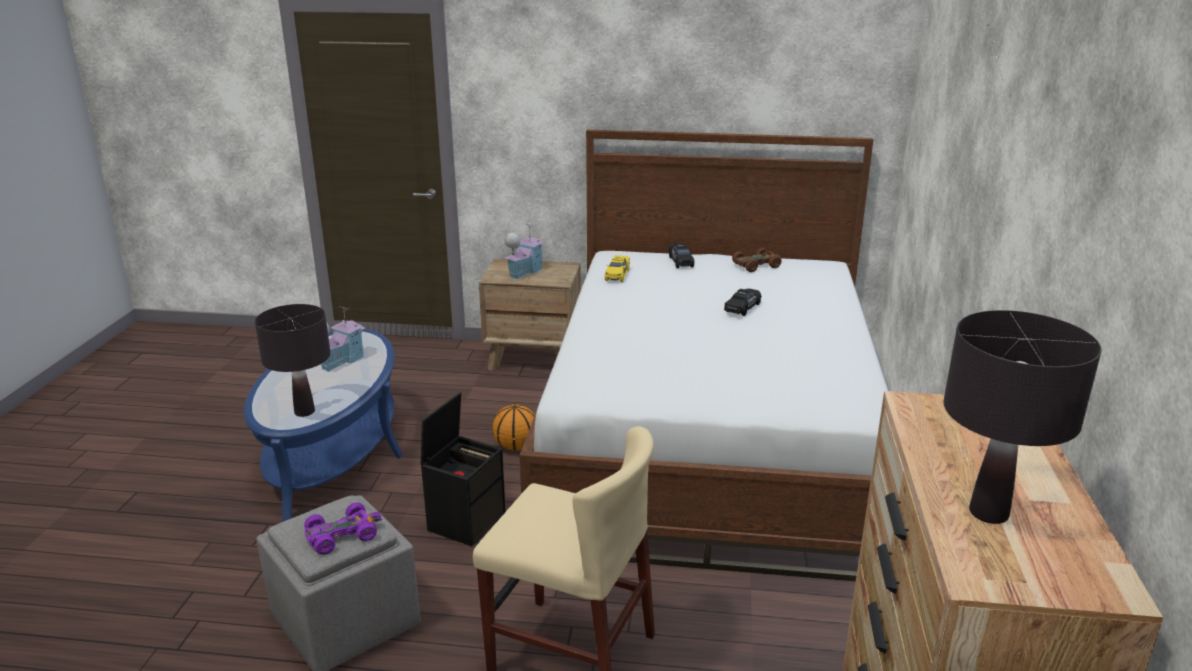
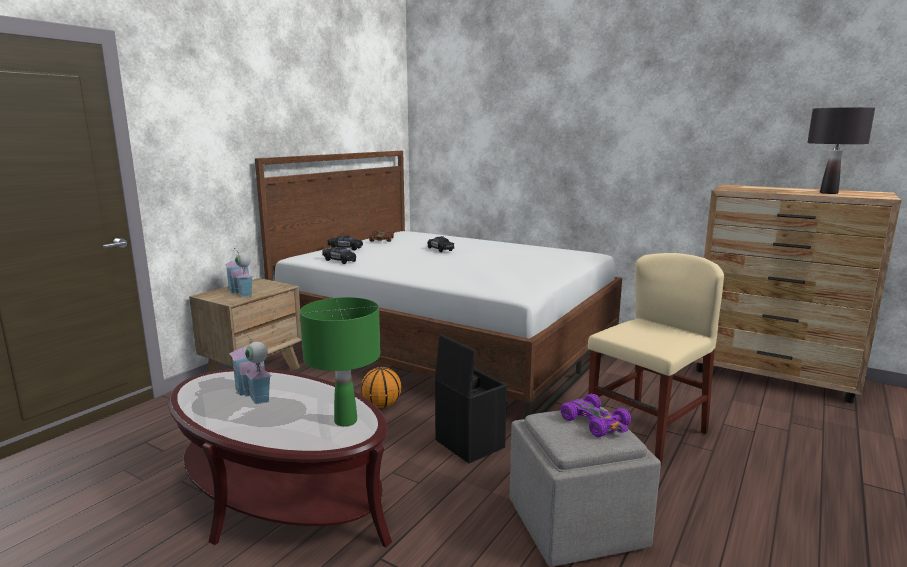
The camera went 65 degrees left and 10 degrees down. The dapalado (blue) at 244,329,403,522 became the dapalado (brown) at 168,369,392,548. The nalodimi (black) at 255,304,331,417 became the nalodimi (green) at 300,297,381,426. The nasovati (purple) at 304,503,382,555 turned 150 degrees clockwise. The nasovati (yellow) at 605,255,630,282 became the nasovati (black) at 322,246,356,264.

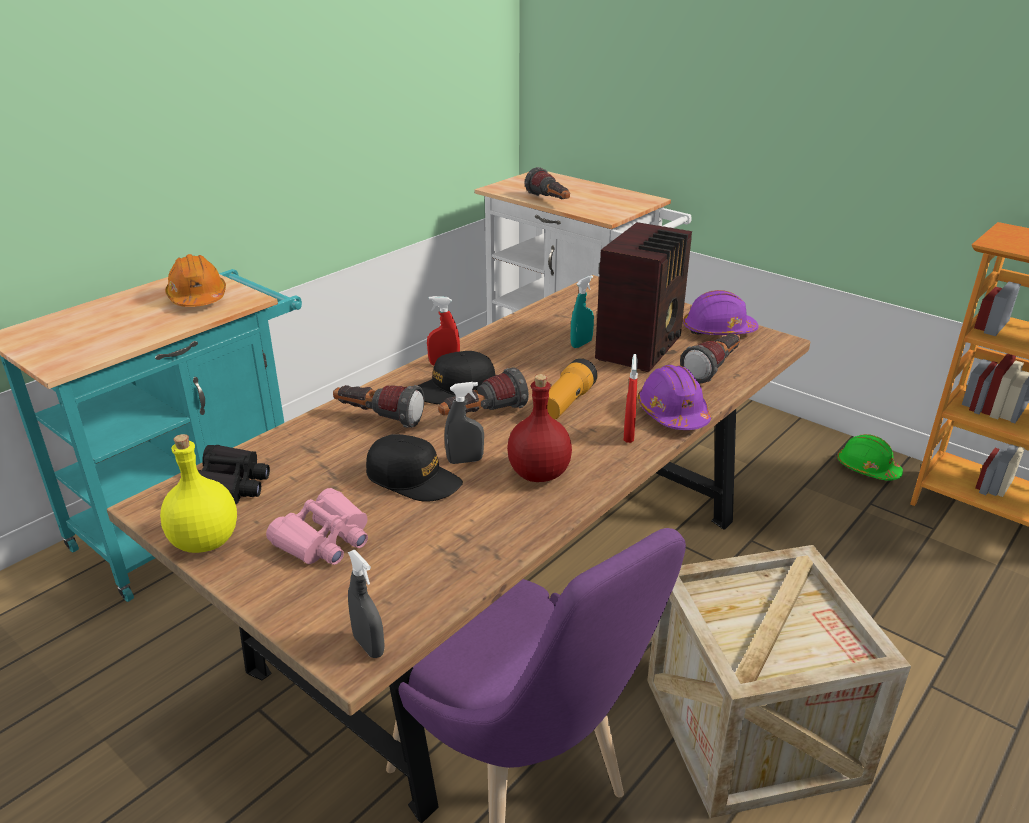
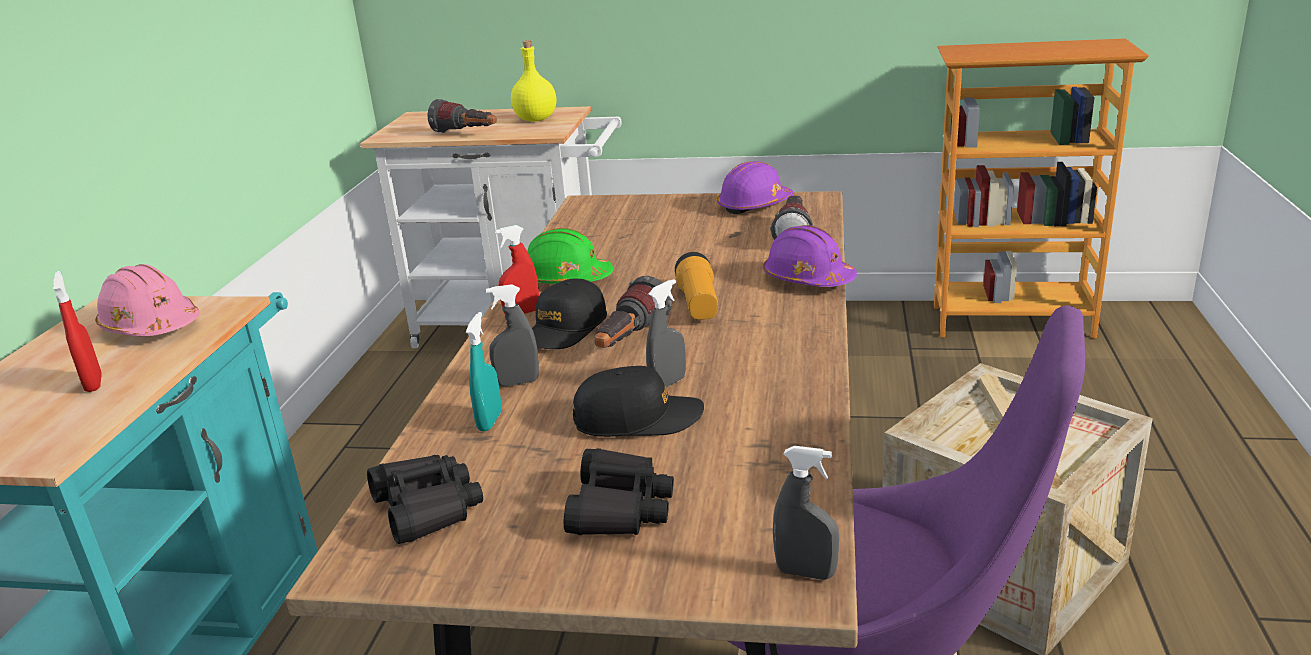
The camera went 30 degrees left and 5 degrees down. The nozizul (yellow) moved from 160,434,237,553 to 511,40,556,121. The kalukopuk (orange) at 165,254,226,307 became the kalukopuk (pink) at 95,264,200,336. The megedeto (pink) at 266,488,368,565 became the megedeto (black) at 564,448,674,535. The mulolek at 333,385,424,428 was replaced by the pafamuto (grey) at 486,284,539,386. The nozizul (red) at 507,374,572,482 disappeared. The pafamuto (turquoise) moved from 571,275,594,348 to 466,312,502,431. The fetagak at 595,222,692,372 disappeared. The pafamuto (red) moved from 624,354,638,443 to 53,271,102,392. The kalukopuk (green) moved from 837,434,903,481 to 527,228,613,284.

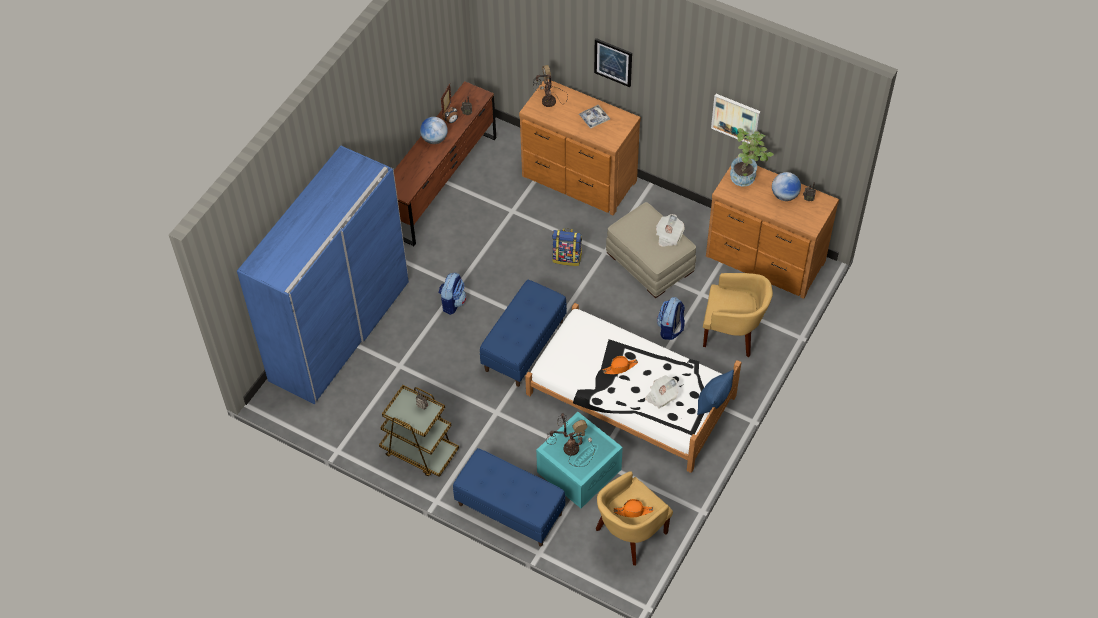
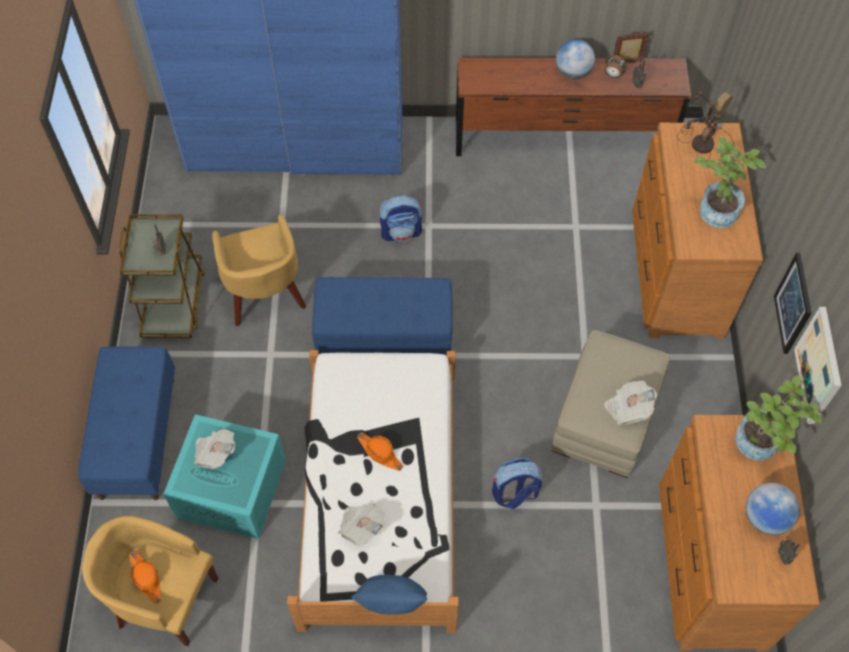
The camera went 60 degrees right and 5 degrees up. The nalodimi at 546,413,594,467 was replaced by the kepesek at 194,428,235,469. The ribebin at 552,228,582,266 disappeared. The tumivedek at 579,104,610,129 was replaced by the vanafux at 694,137,766,228. The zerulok moved from 594,38,632,87 to 774,253,812,354. The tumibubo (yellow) moved from 703,273,773,358 to 212,215,306,326.

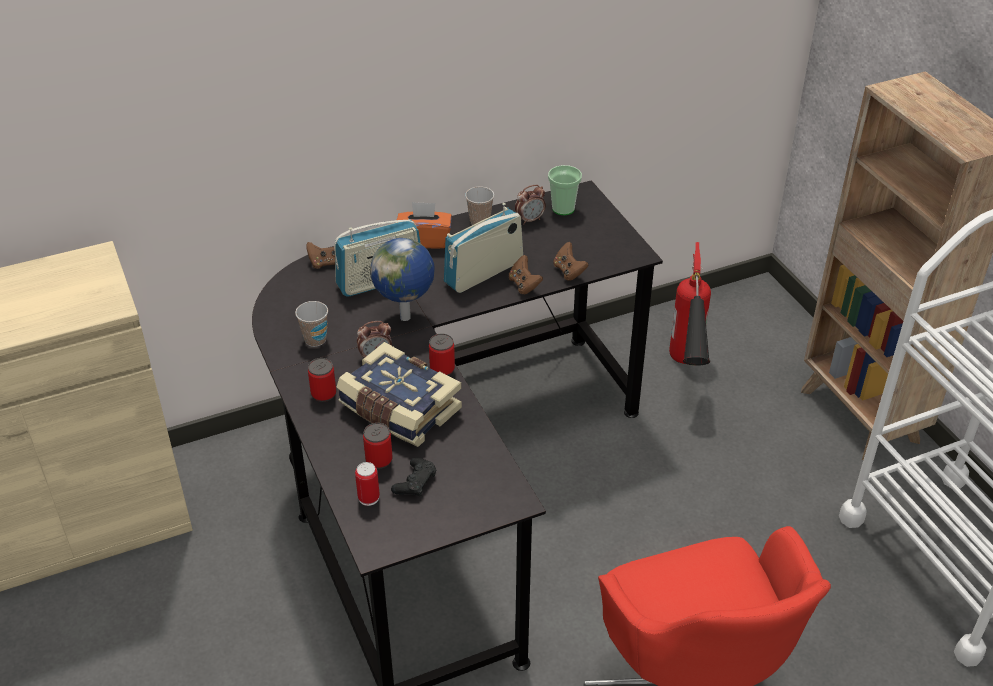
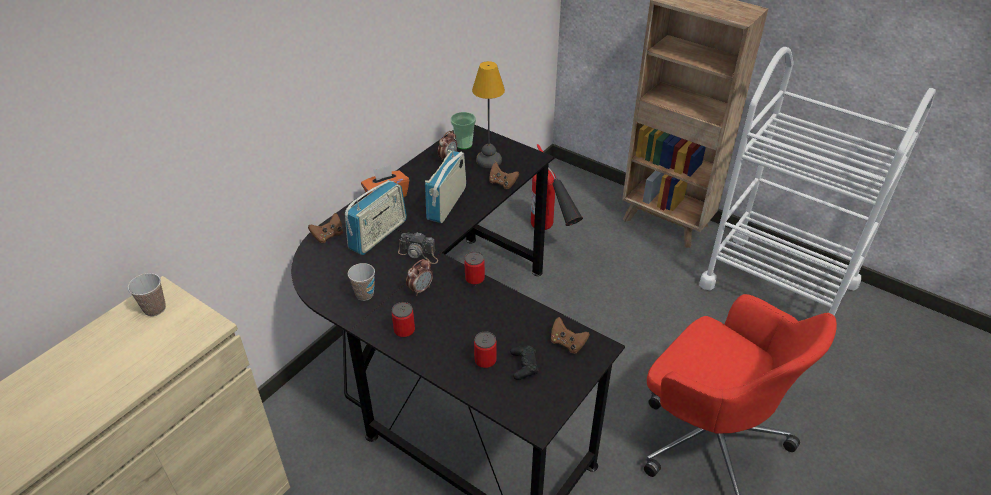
The camera went 30 degrees left and 0 degrees up. The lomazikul at 337,342,462,447 disappeared. The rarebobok at 355,462,380,506 disappeared. The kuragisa at 370,238,435,321 was replaced by the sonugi at 398,233,438,264. The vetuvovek moved from 465,187,494,225 to 128,273,166,316. The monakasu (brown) moved from 509,255,543,294 to 551,317,590,354. The nalodimi at 472,61,505,168 appeared.

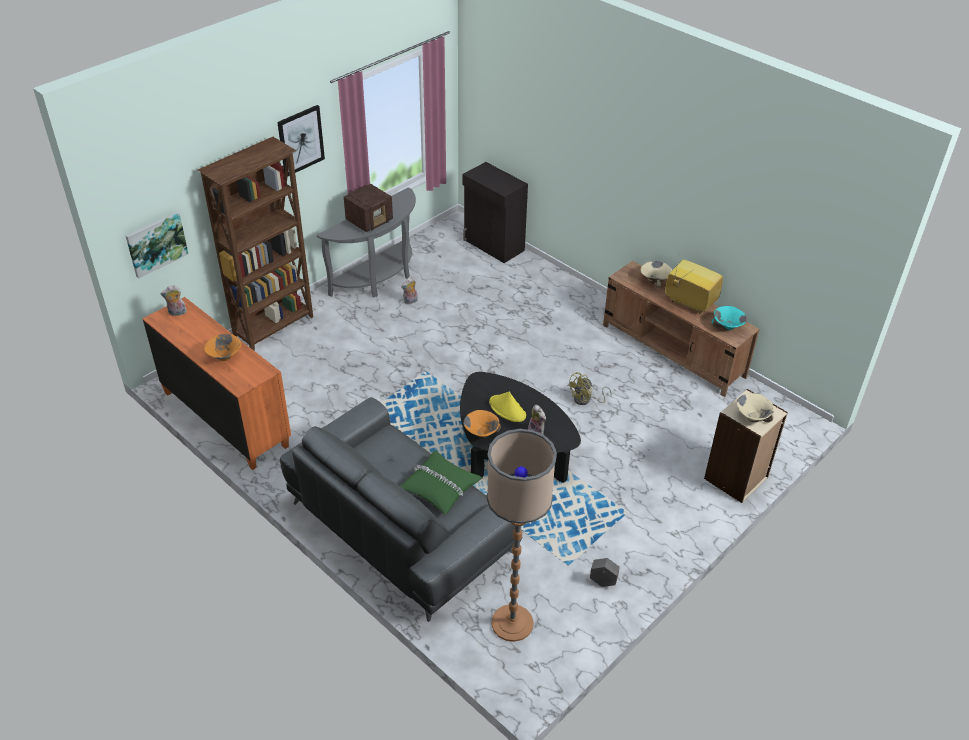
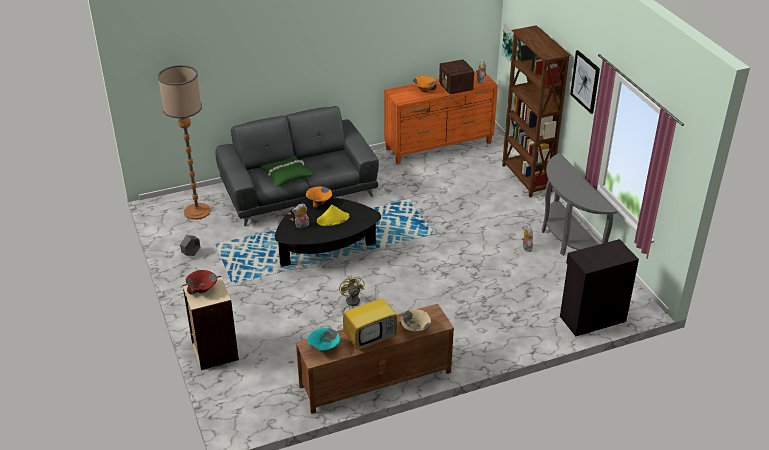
The camera went 115 degrees right and 5 degrees down. The fetagak moved from 344,184,393,232 to 439,59,474,94. The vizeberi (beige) at 737,393,774,423 became the vizeberi (red) at 186,270,217,294.

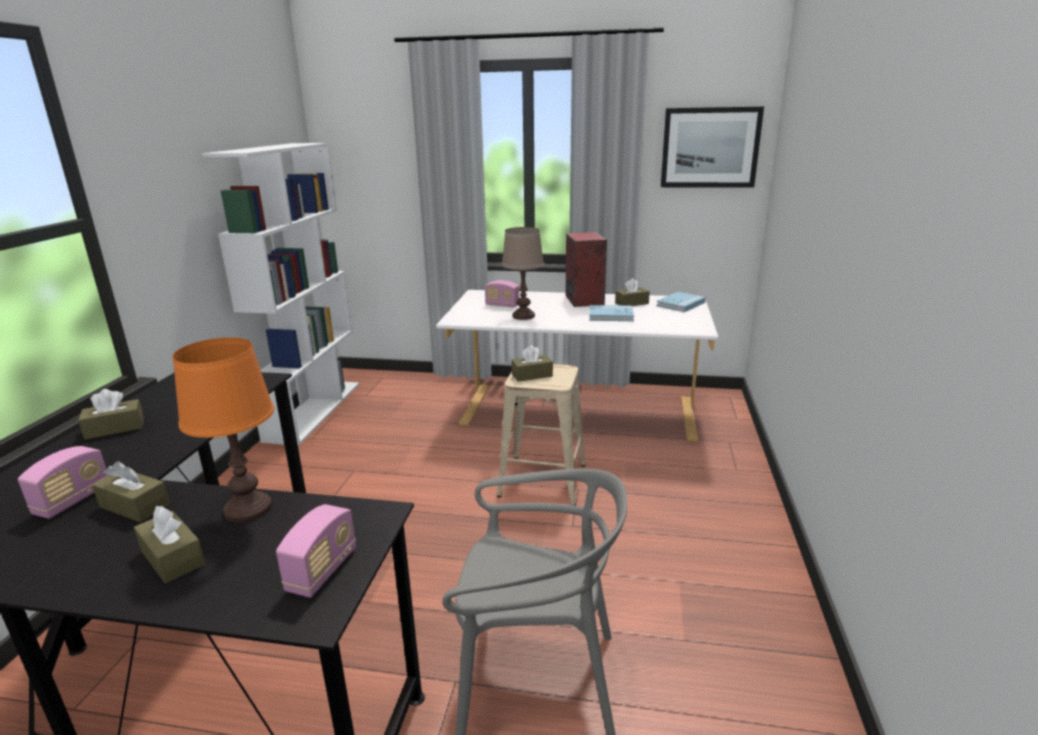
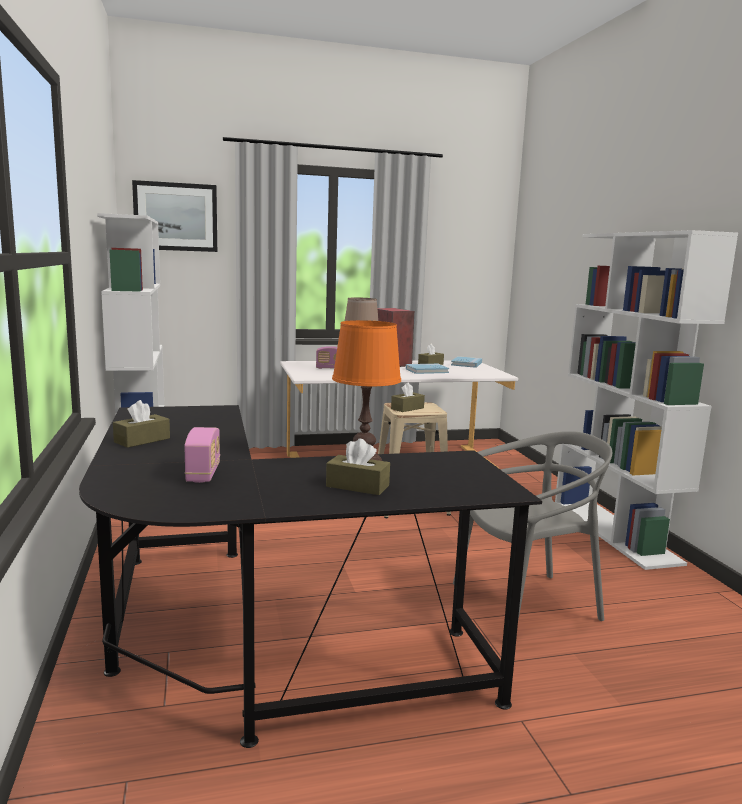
The camera went 25 degrees left and 10 degrees down. The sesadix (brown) at 92,461,170,522 disappeared. The fetagak at 276,504,356,598 disappeared. The zerulok moved from 661,107,764,188 to 132,180,217,252. The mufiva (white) at 555,230,738,570 appeared.

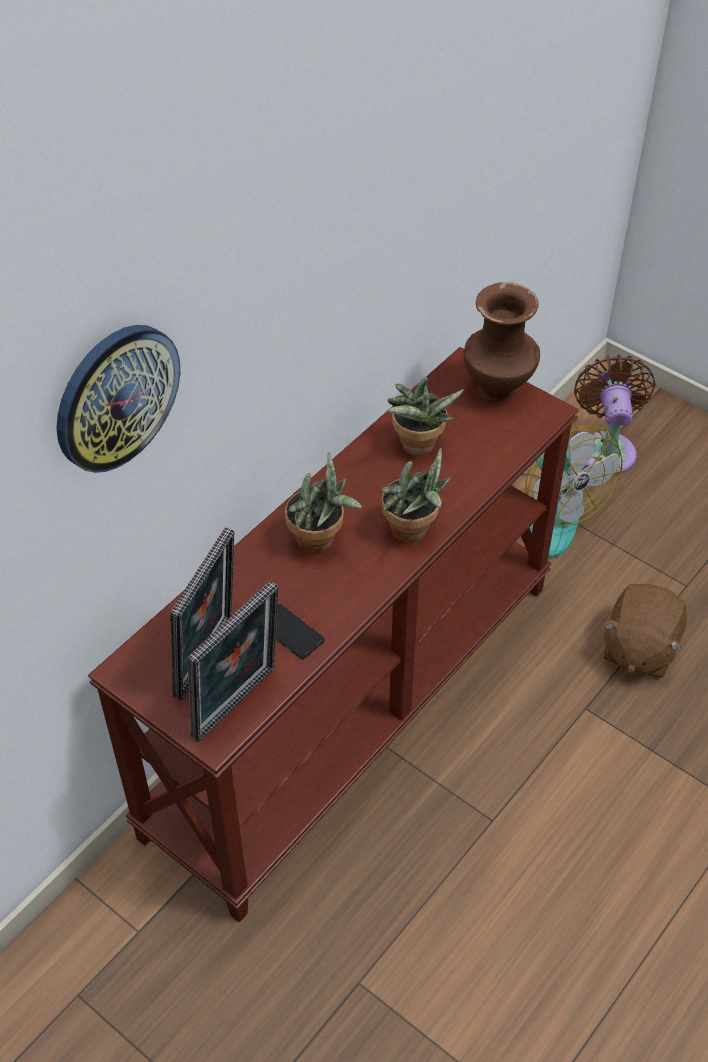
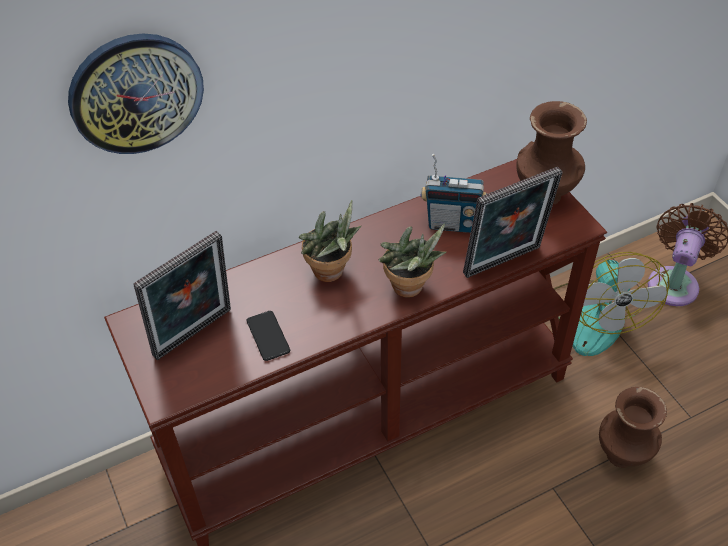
The camera went 25 degrees right and 0 degrees up. The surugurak moved from 188,581,279,742 to 463,167,563,278. The vanafux at 386,377,464,456 was replaced by the fetagak at 421,154,487,233. The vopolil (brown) at 603,583,687,678 was replaced by the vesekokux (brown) at 599,387,667,468.

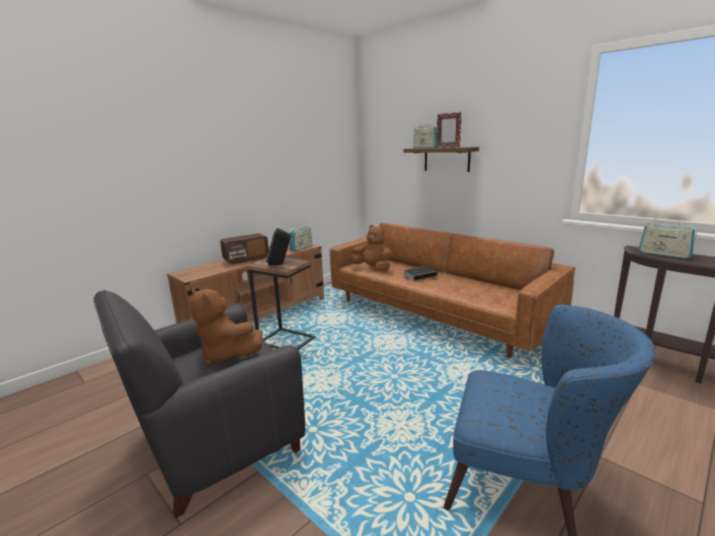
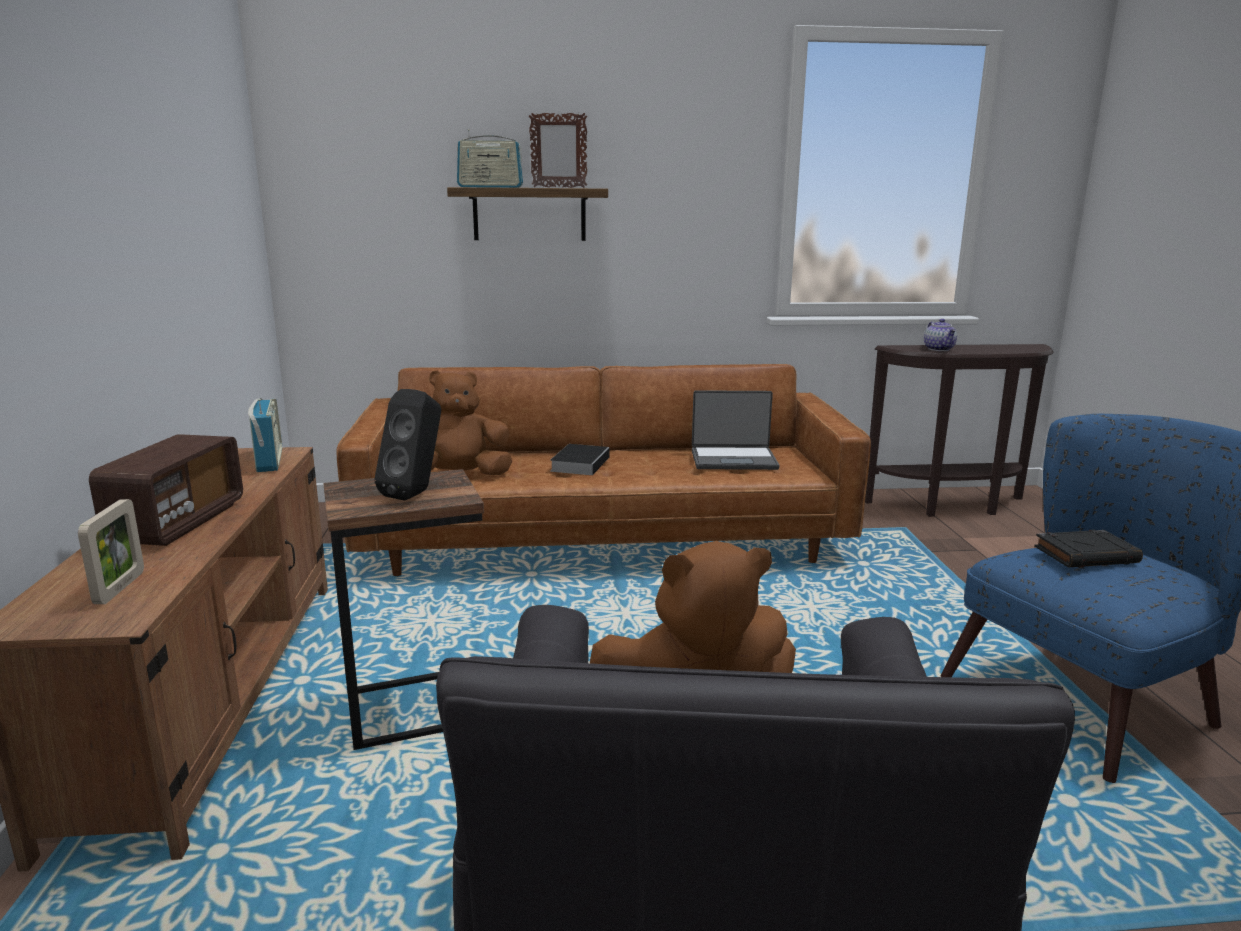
The camera went 50 degrees left and 0 degrees up. The fetagak at 639,218,697,259 was replaced by the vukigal at 924,319,957,351. The surugurak at 78,499,144,604 appeared. The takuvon at 692,390,779,470 appeared. The lomazikul (black) at 1034,530,1143,568 appeared.

